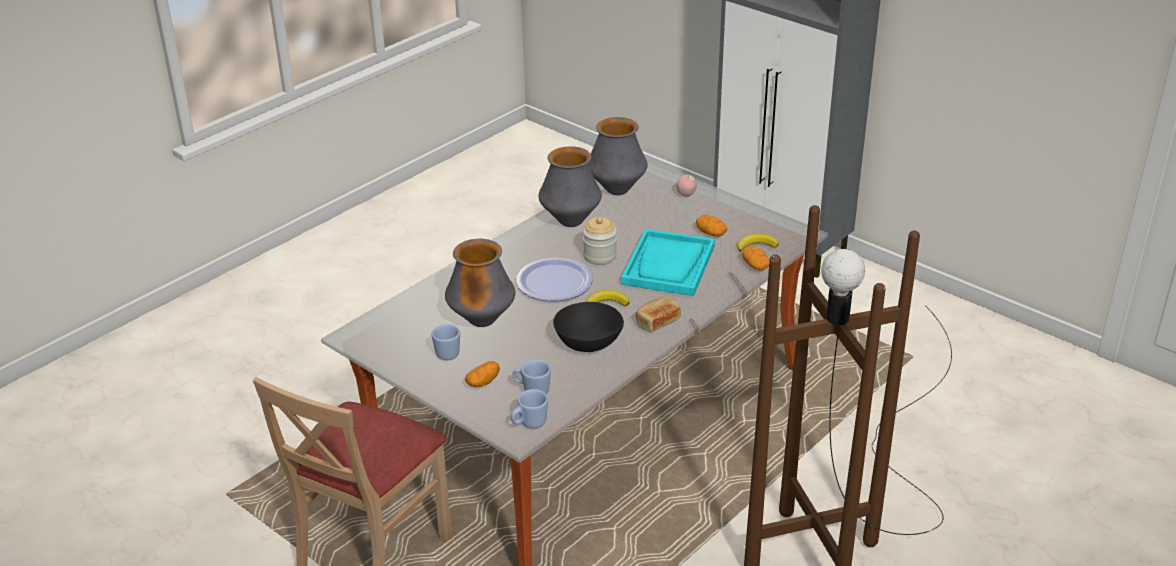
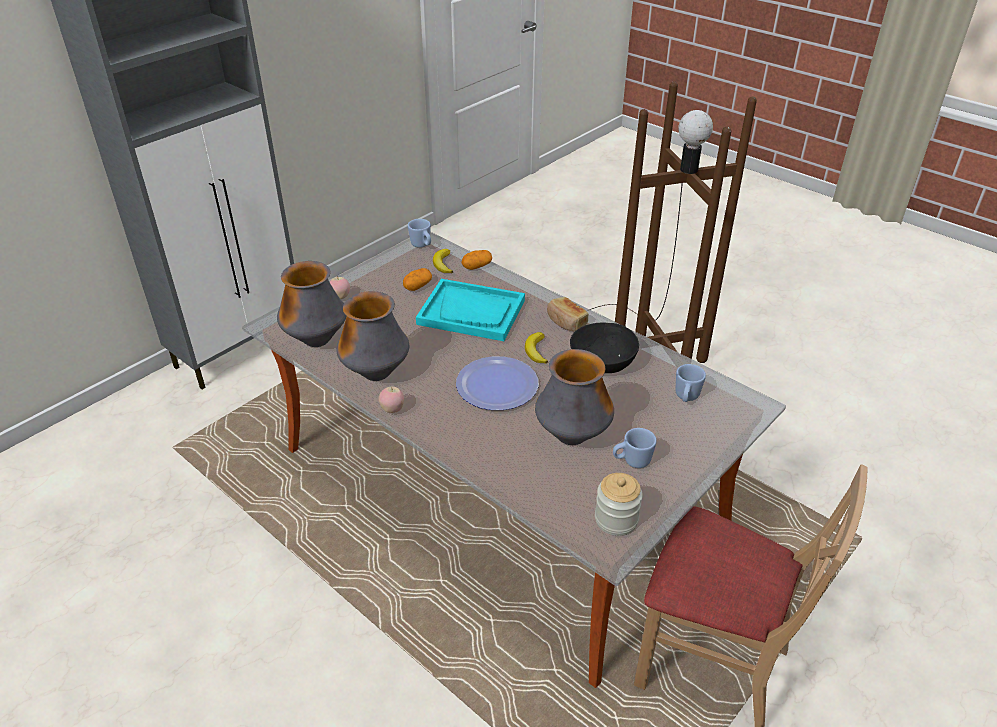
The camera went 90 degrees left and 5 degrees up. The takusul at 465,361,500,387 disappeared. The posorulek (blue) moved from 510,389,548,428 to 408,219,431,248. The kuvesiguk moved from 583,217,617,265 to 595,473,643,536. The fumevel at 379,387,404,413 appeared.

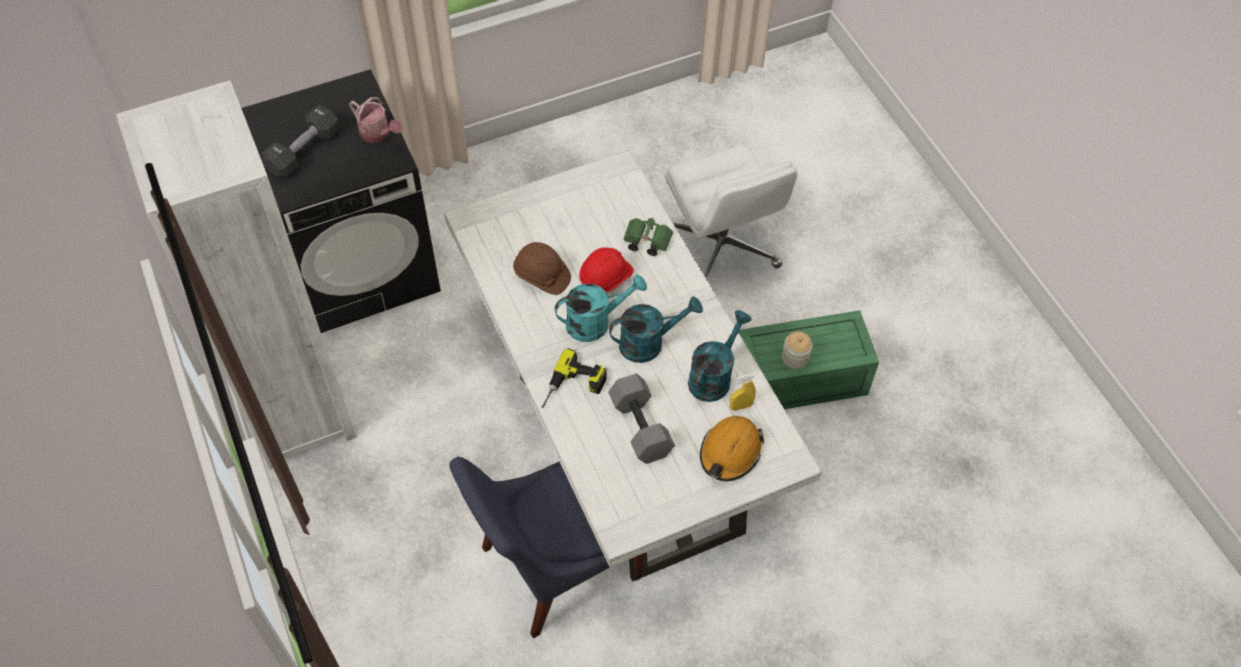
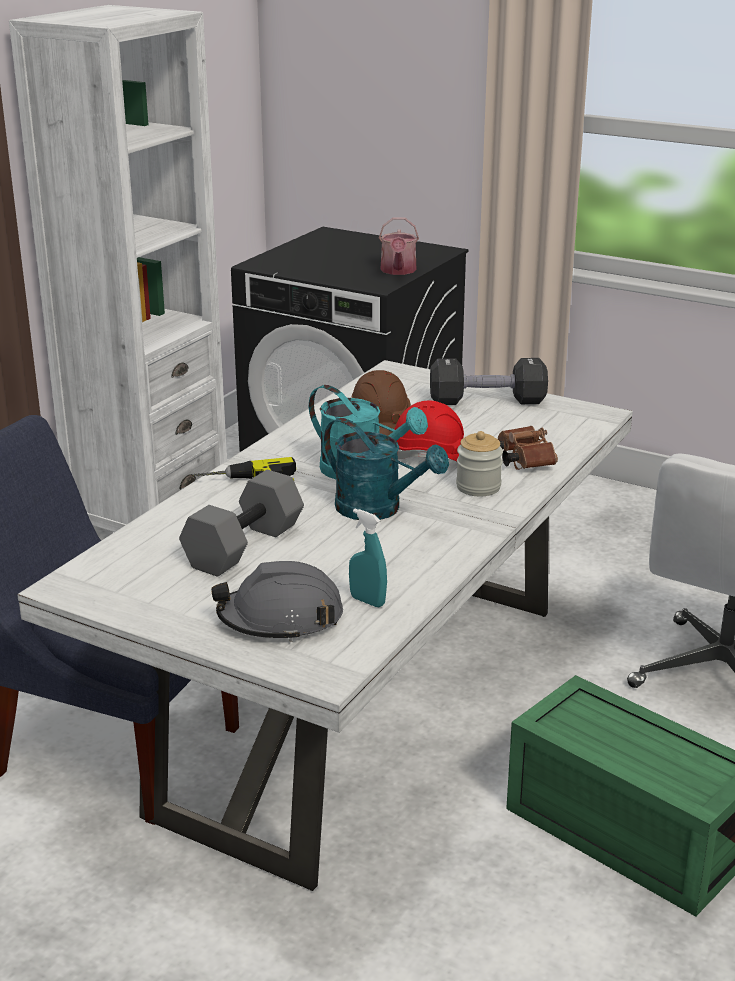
The camera went 55 degrees right and 30 degrees down. The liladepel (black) moved from 262,105,340,178 to 430,358,548,405. The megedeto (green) at 624,218,673,256 became the megedeto (brown) at 498,426,558,470. The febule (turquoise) at 688,310,752,402 disappeared. The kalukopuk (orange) at 700,416,764,481 became the kalukopuk (grey) at 211,561,343,642. The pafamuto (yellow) at 730,374,756,411 became the pafamuto (turquoise) at 349,509,387,607. The kuvesiguk moved from 782,331,813,369 to 456,431,503,496.

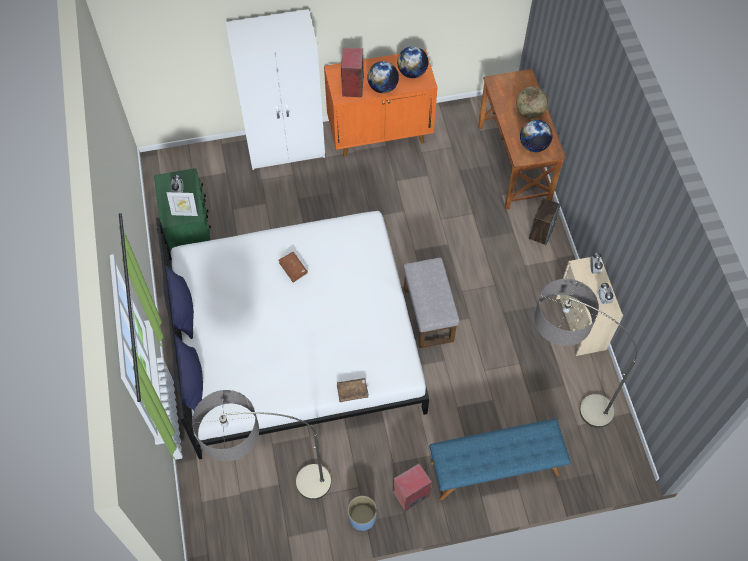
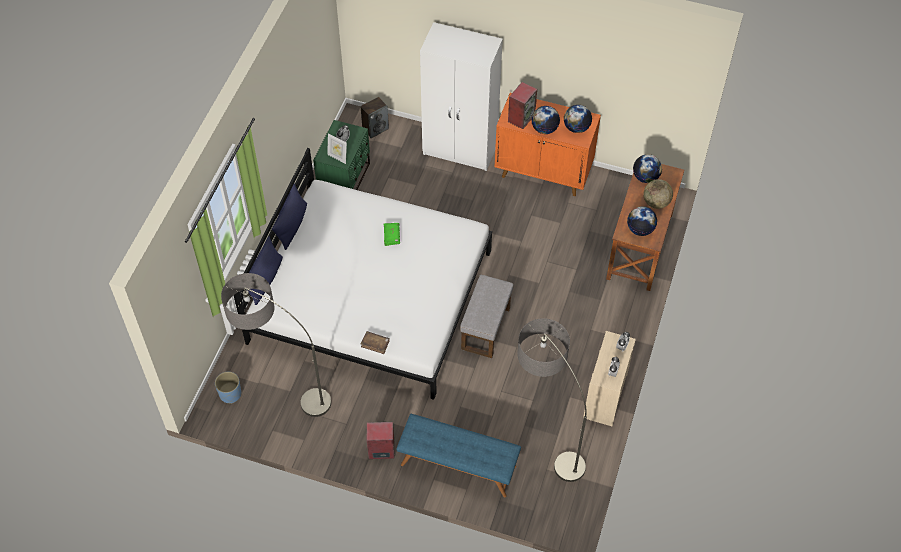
The camera went 30 degrees right and 5 degrees down. The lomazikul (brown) at 278,252,308,283 became the lomazikul (green) at 384,223,400,246. The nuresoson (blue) moved from 348,496,377,531 to 215,372,241,404. The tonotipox moved from 529,198,561,245 to 361,97,389,138. The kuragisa at 633,154,662,183 appeared.

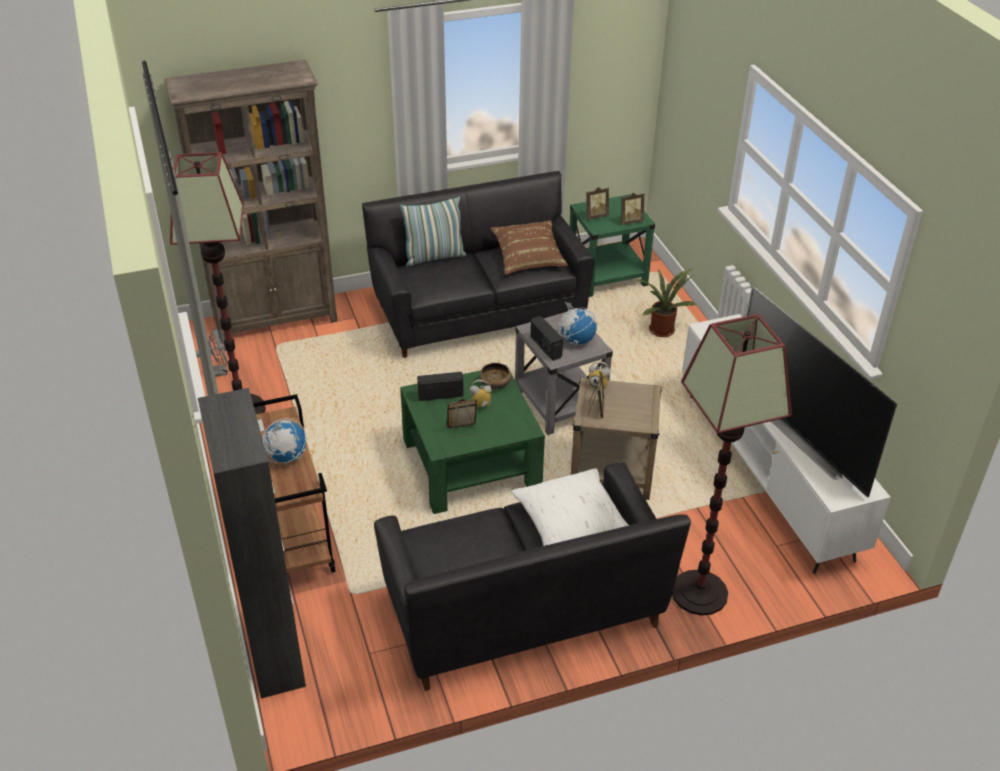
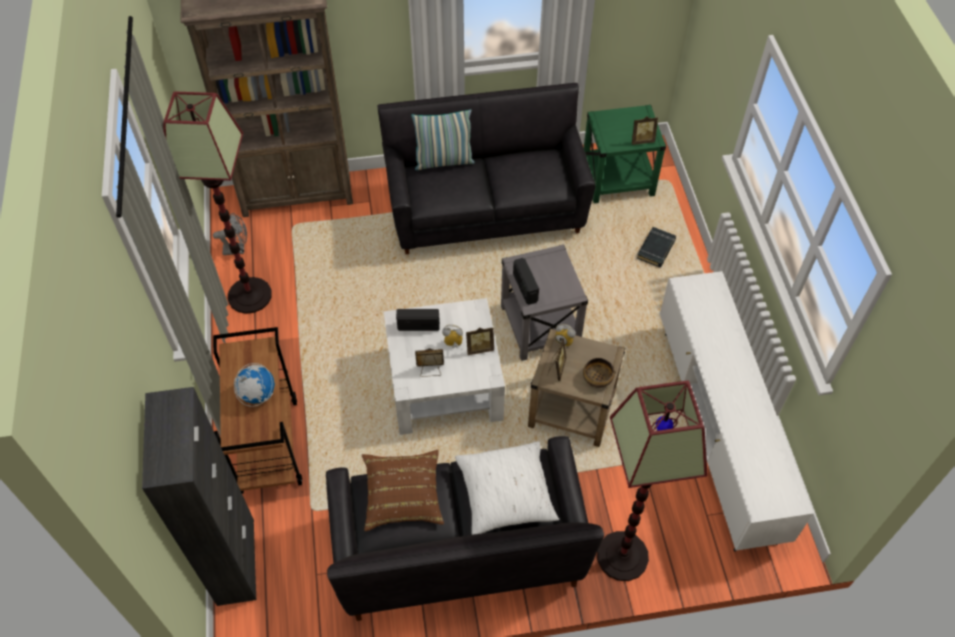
The camera went 10 degrees right and 15 degrees up. The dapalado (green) at 400,365,545,514 became the dapalado (white) at 384,298,505,435. The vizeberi moved from 480,363,511,389 to 583,358,615,388. The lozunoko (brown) moved from 491,220,568,275 to 362,450,444,531. The kuragisa at 559,302,597,345 disappeared. The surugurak moved from 585,187,609,220 to 466,328,494,355. The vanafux at 632,269,697,337 was replaced by the lomazikul (black) at 637,227,676,267. The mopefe at 746,286,897,498 disappeared.

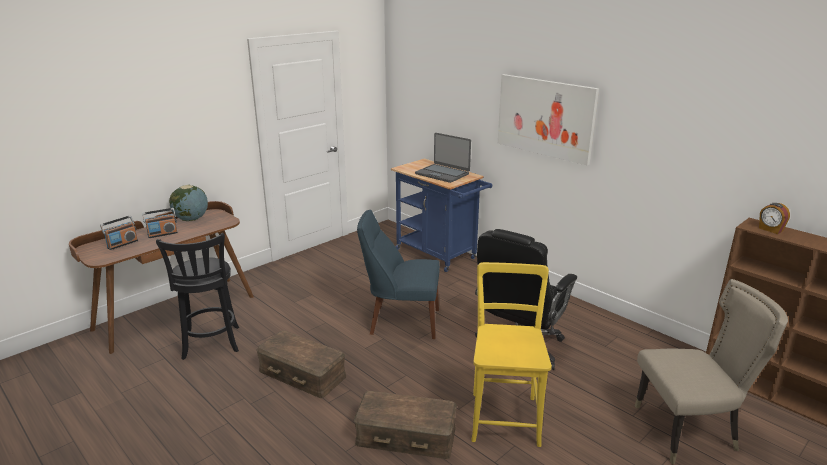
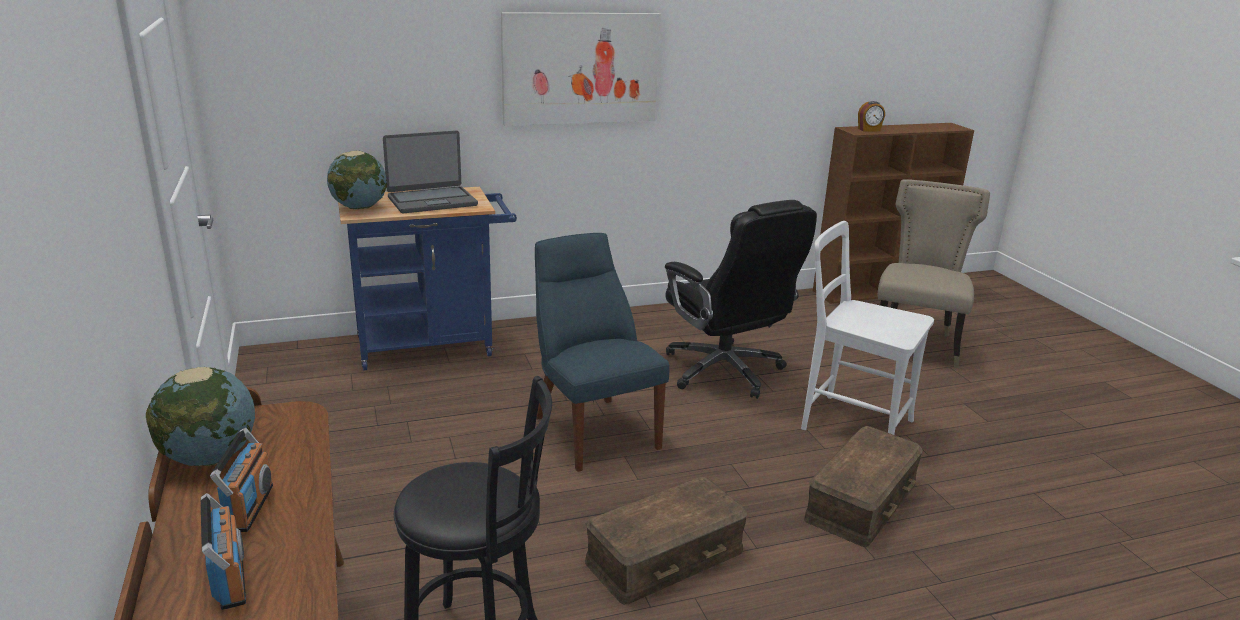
The camera went 65 degrees left and 0 degrees up. The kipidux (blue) at 357,210,440,339 turned 120 degrees clockwise. The kipidux (yellow) at 471,262,552,447 became the kipidux (white) at 801,221,934,435. The kuragisa at 327,151,387,210 appeared.

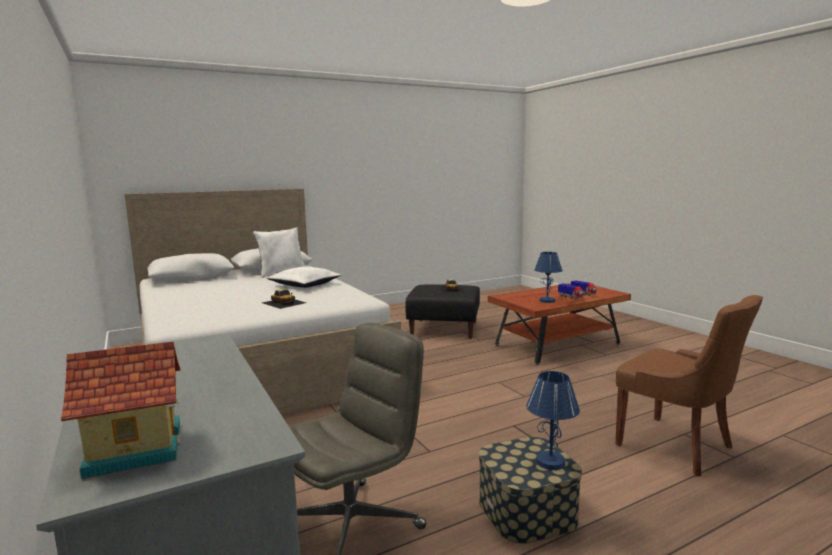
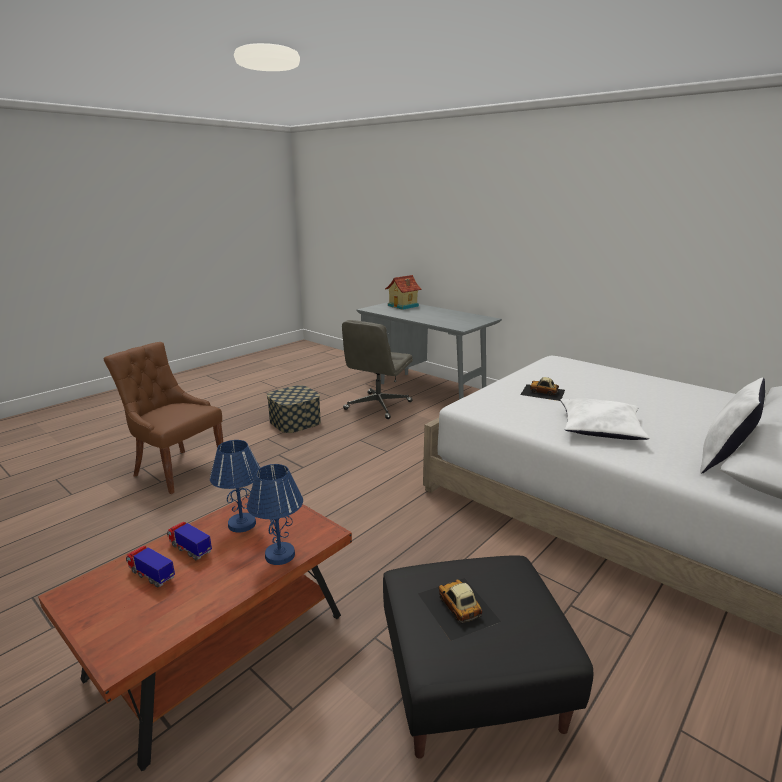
The camera went 160 degrees right and 10 degrees up. The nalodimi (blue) moved from 526,371,580,470 to 247,464,303,565.

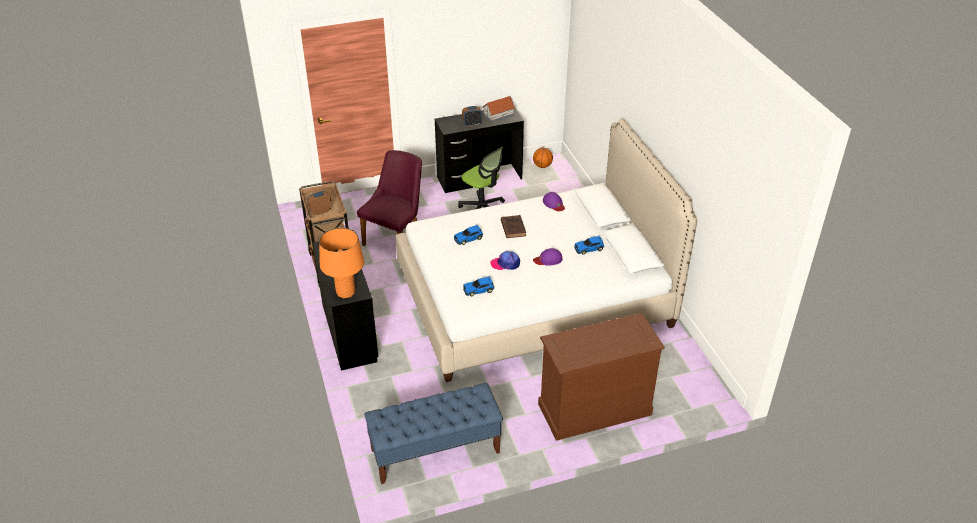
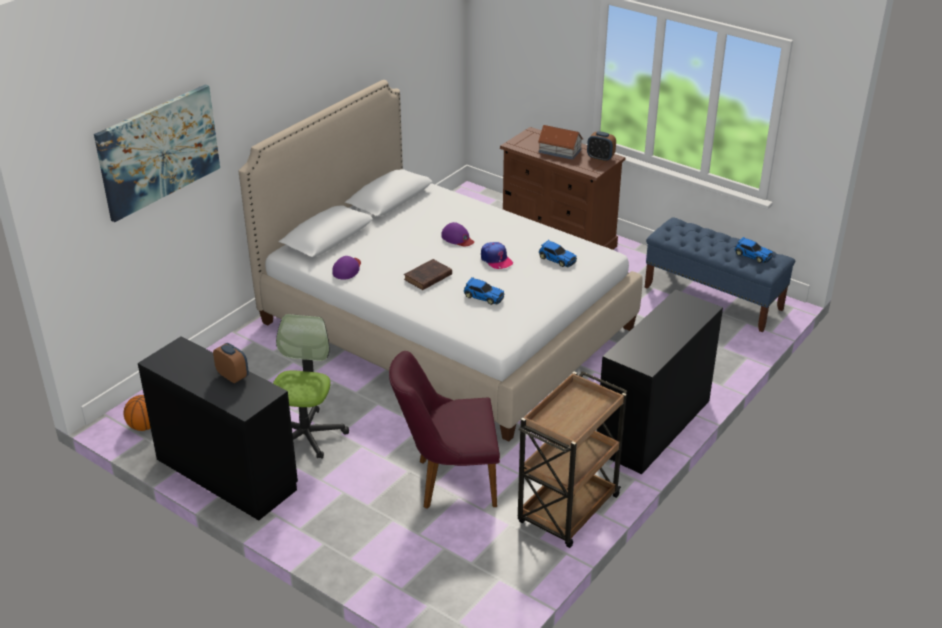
The camera went 125 degrees left and 5 degrees down. The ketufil moved from 307,191,332,215 to 587,131,616,162. The nalodimi (orange) at 319,228,364,298 disappeared. The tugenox moved from 482,96,515,122 to 538,125,583,160. The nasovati moved from 574,236,604,255 to 734,237,773,263. The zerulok at 94,84,220,222 appeared.

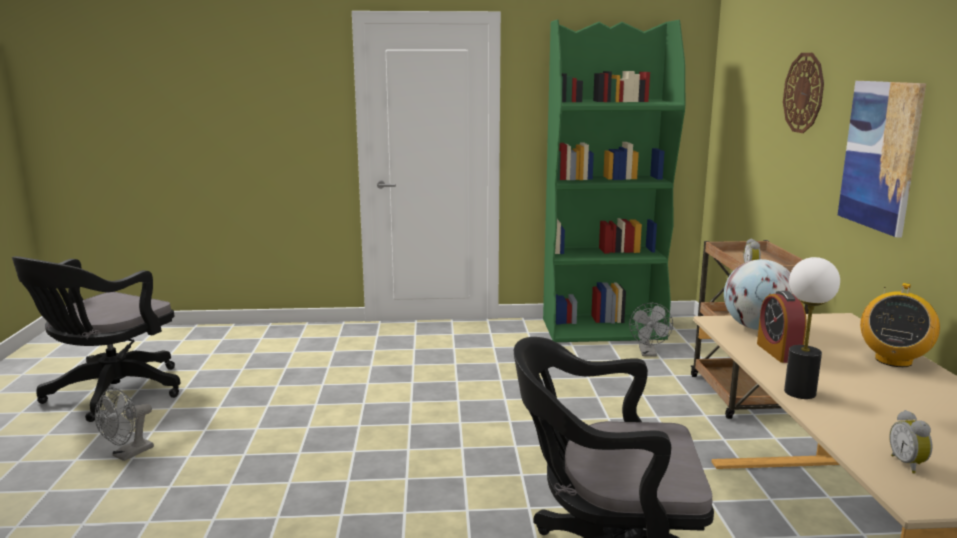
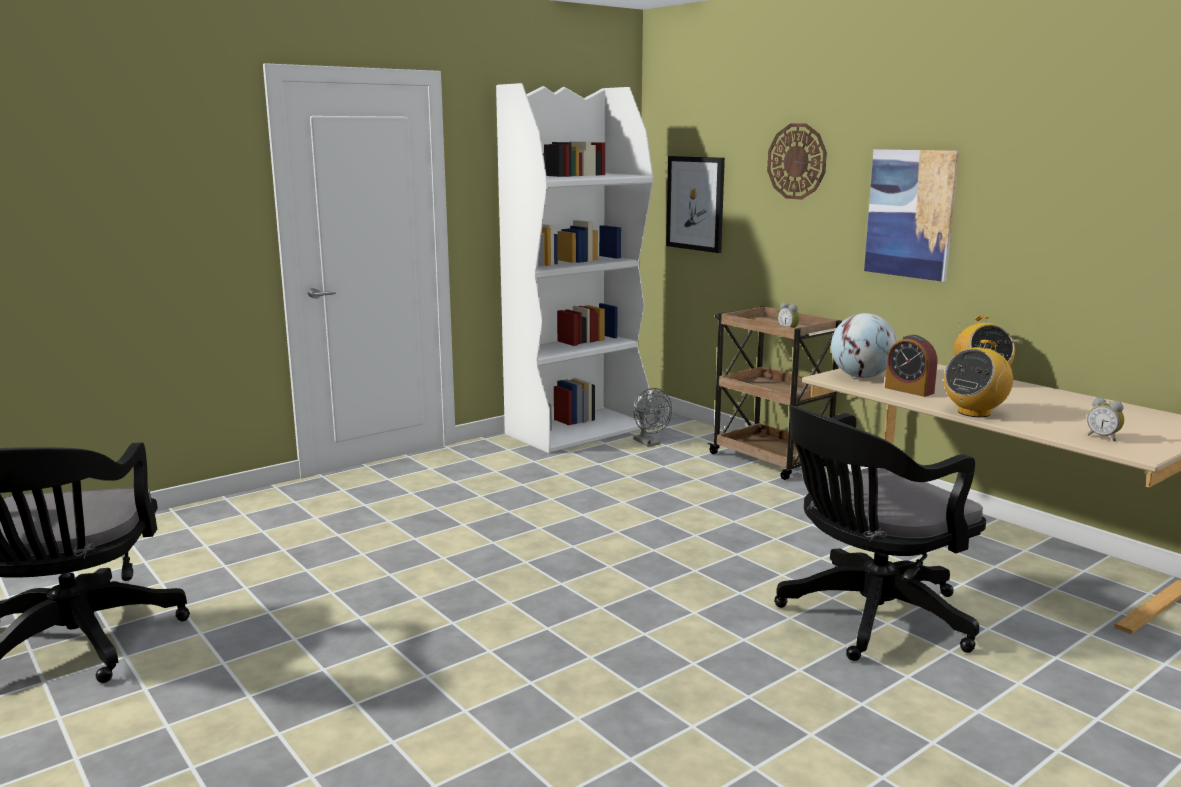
The camera went 35 degrees left and 0 degrees up. The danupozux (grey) at 95,387,154,461 disappeared. The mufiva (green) at 543,19,685,342 became the mufiva (white) at 496,83,653,453. The nalodimi at 784,257,840,399 was replaced by the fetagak at 944,340,1013,417. The zerulok at 666,156,725,253 appeared.

